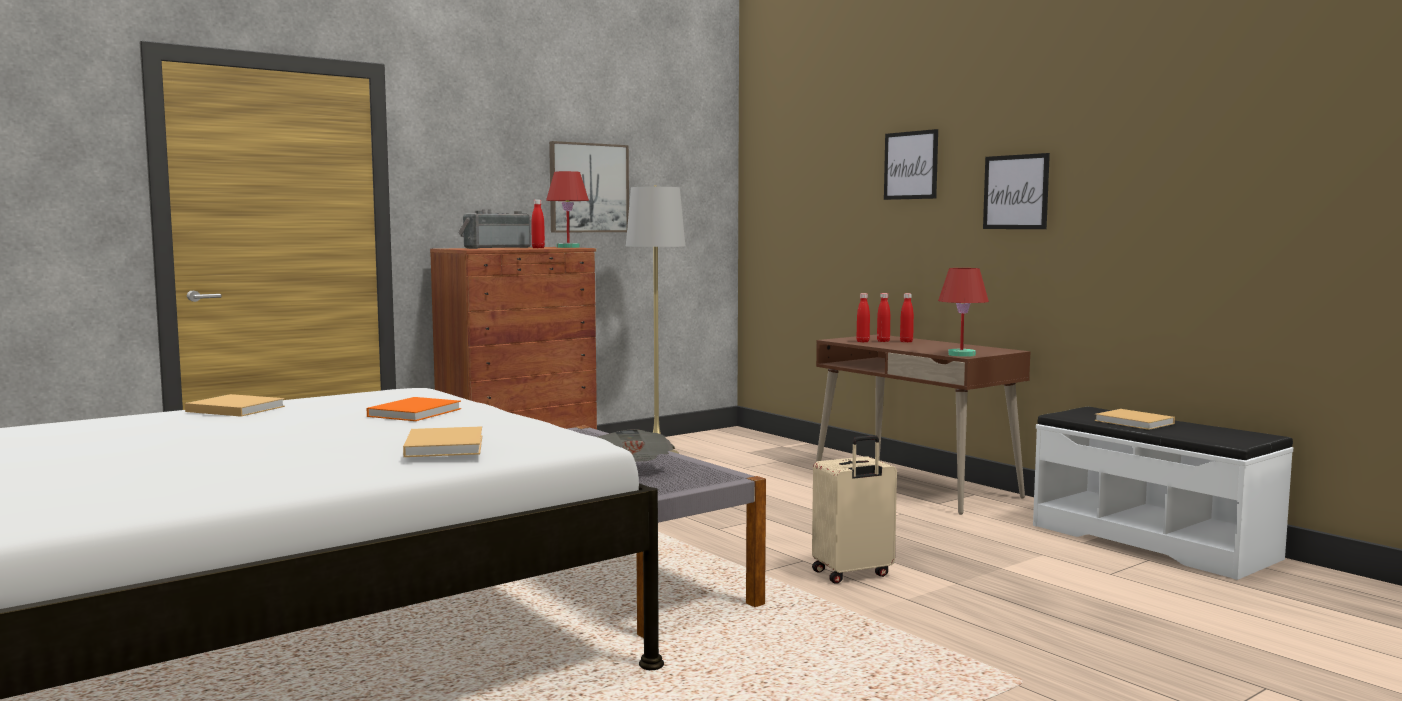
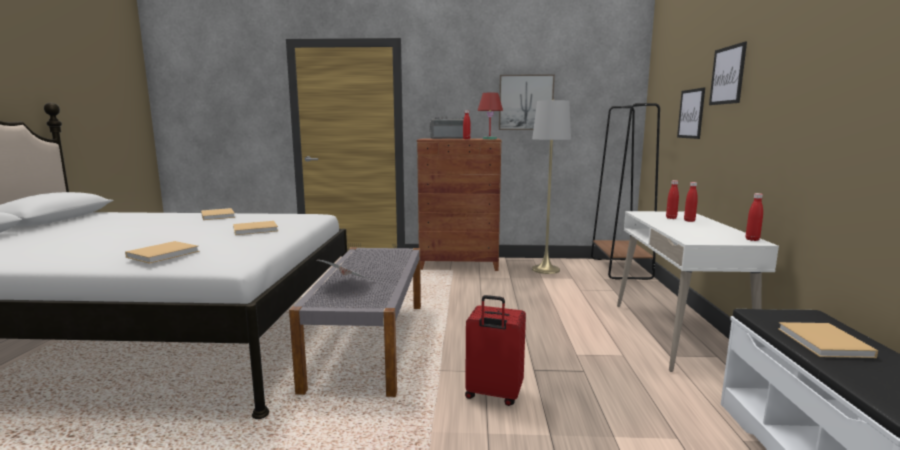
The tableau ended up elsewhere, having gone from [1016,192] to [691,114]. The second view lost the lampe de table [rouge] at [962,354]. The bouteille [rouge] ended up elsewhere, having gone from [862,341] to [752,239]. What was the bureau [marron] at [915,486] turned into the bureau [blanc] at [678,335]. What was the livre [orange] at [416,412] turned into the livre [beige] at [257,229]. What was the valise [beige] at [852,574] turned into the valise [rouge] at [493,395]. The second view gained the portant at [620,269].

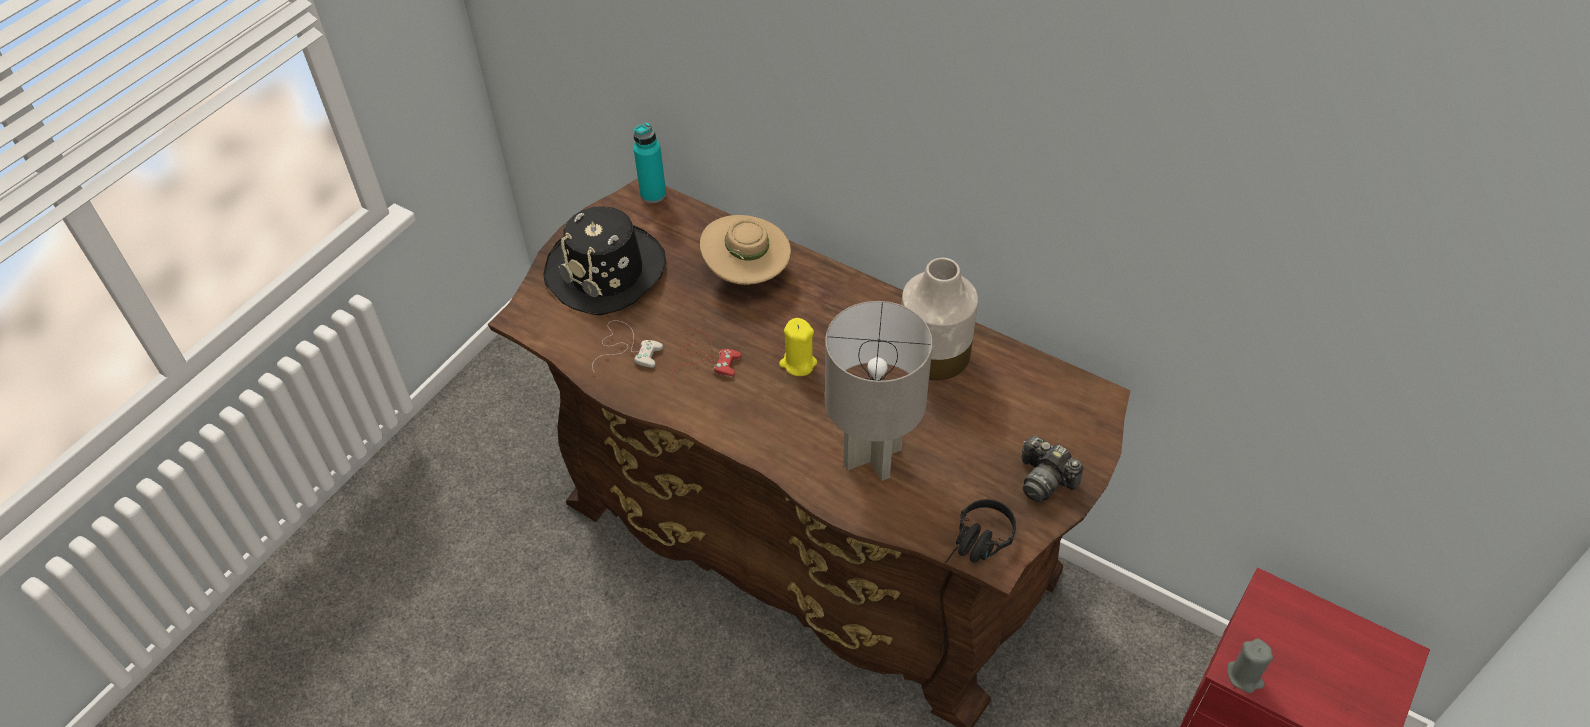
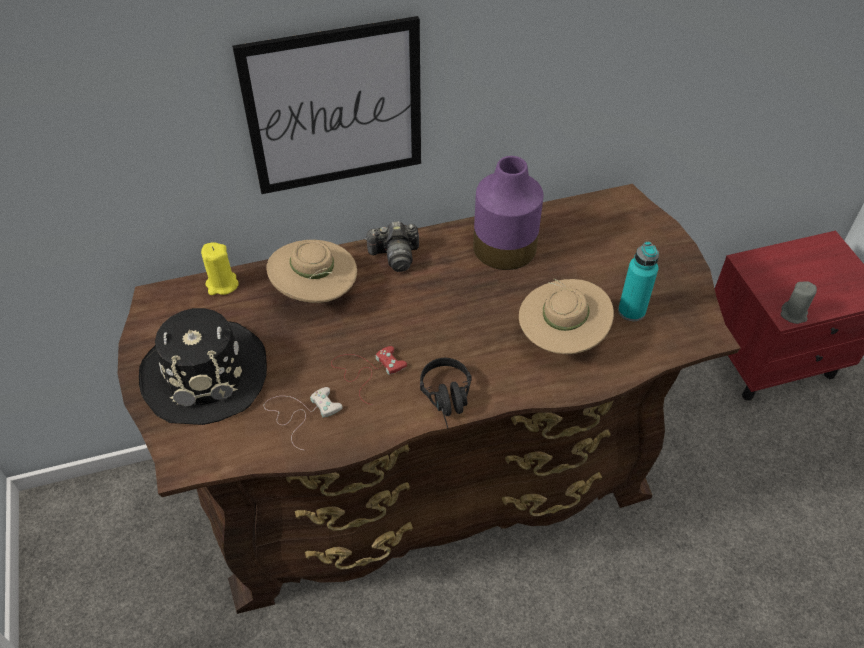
The bouteille [turquoise] ended up elsewhere, having gone from [653,194] to [631,311]. What was the vase [beige] at [933,352] turned into the vase [violet] at [504,247]. Where the lampe de table [gris] stood at [873,455], the chapeau [beige] came to stand at [561,337]. The bougie [jaune] ended up elsewhere, having gone from [798,363] to [222,284]. The appareil photo ended up elsewhere, having gone from [1044,479] to [395,255]. The casque audio [noir] ended up elsewhere, having gone from [978,545] to [448,400]. The second view gained the tableau at [334,108].

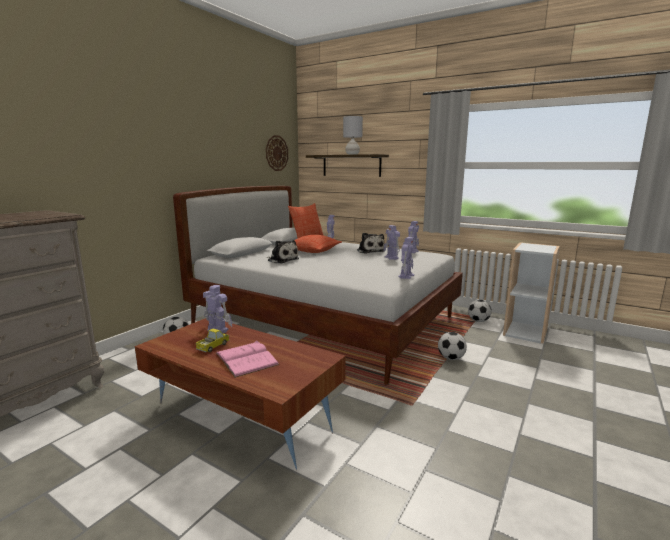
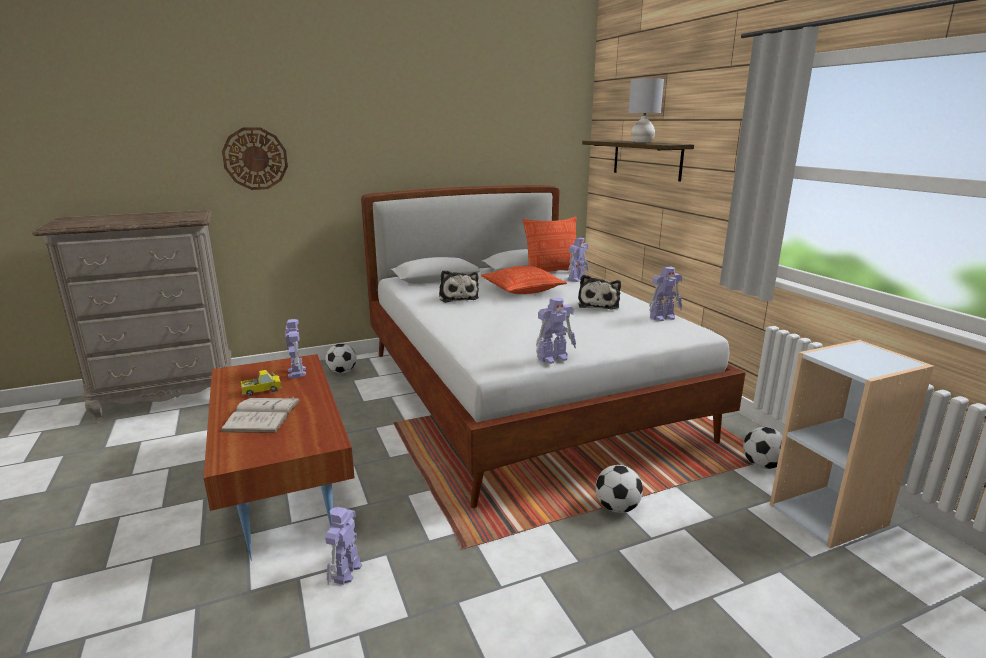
The horloge murale ended up elsewhere, having gone from [276,153] to [255,158]. The robot jouet ended up elsewhere, having gone from [391,258] to [345,572]. What was the livre [rose] at [246,359] turned into the livre [blanc] at [262,415].

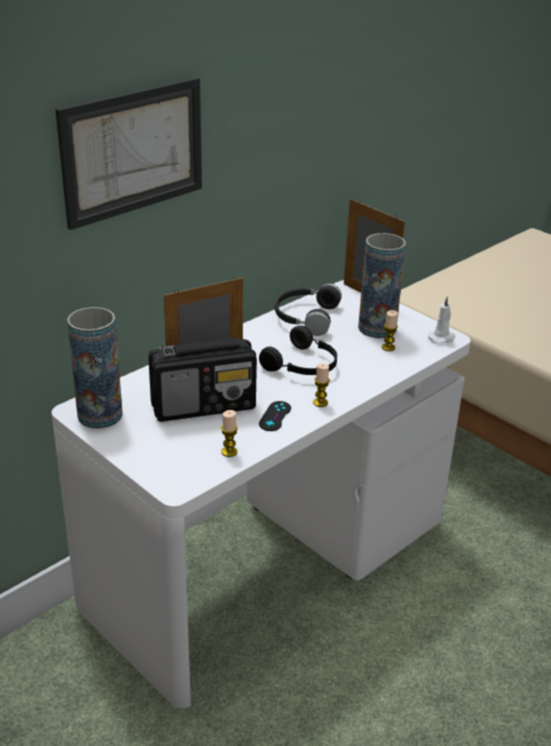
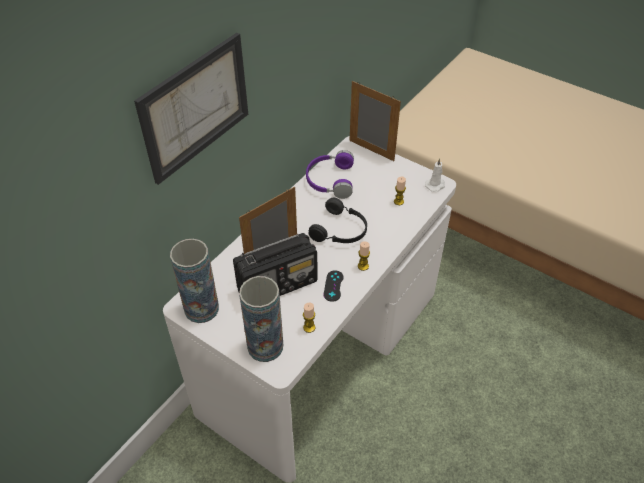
The vase ended up elsewhere, having gone from [377,328] to [265,346]. What was the casque audio [noir] at [305,317] turned into the casque audio [violet] at [329,180].

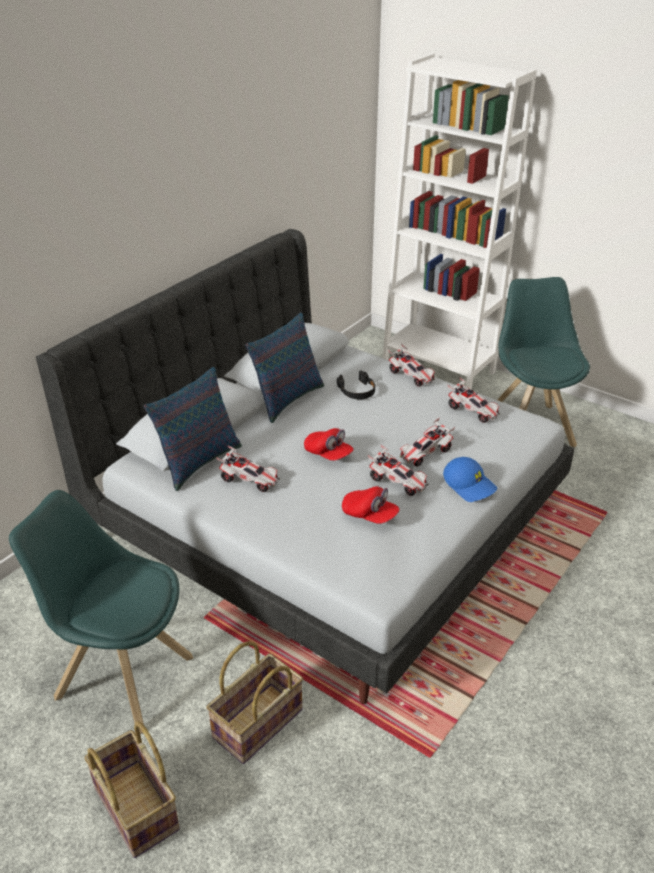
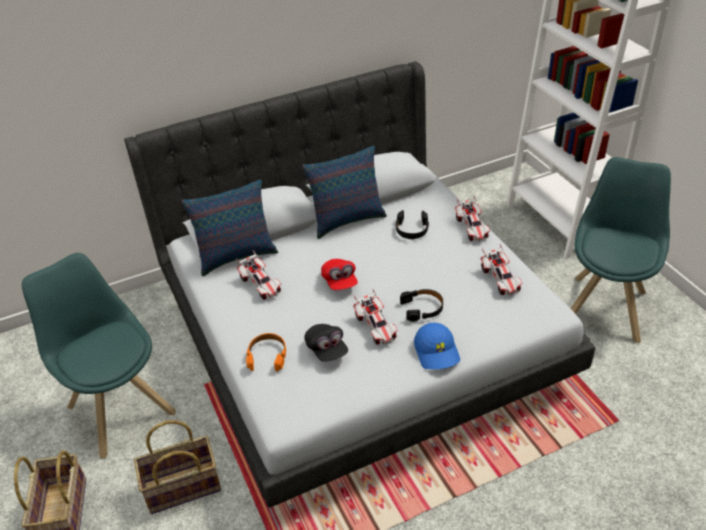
Where the petite voiture stood at [425,454], the casque audio [noir] came to stand at [422,308]. What was the casquette [rouge] at [369,515] turned into the casquette [noir] at [326,350]. The second view gained the casque audio [orange] at [267,356].

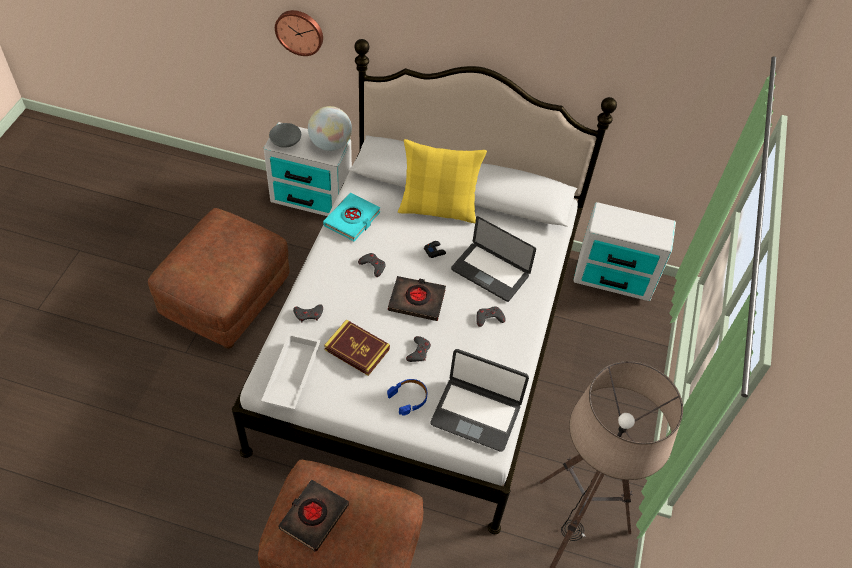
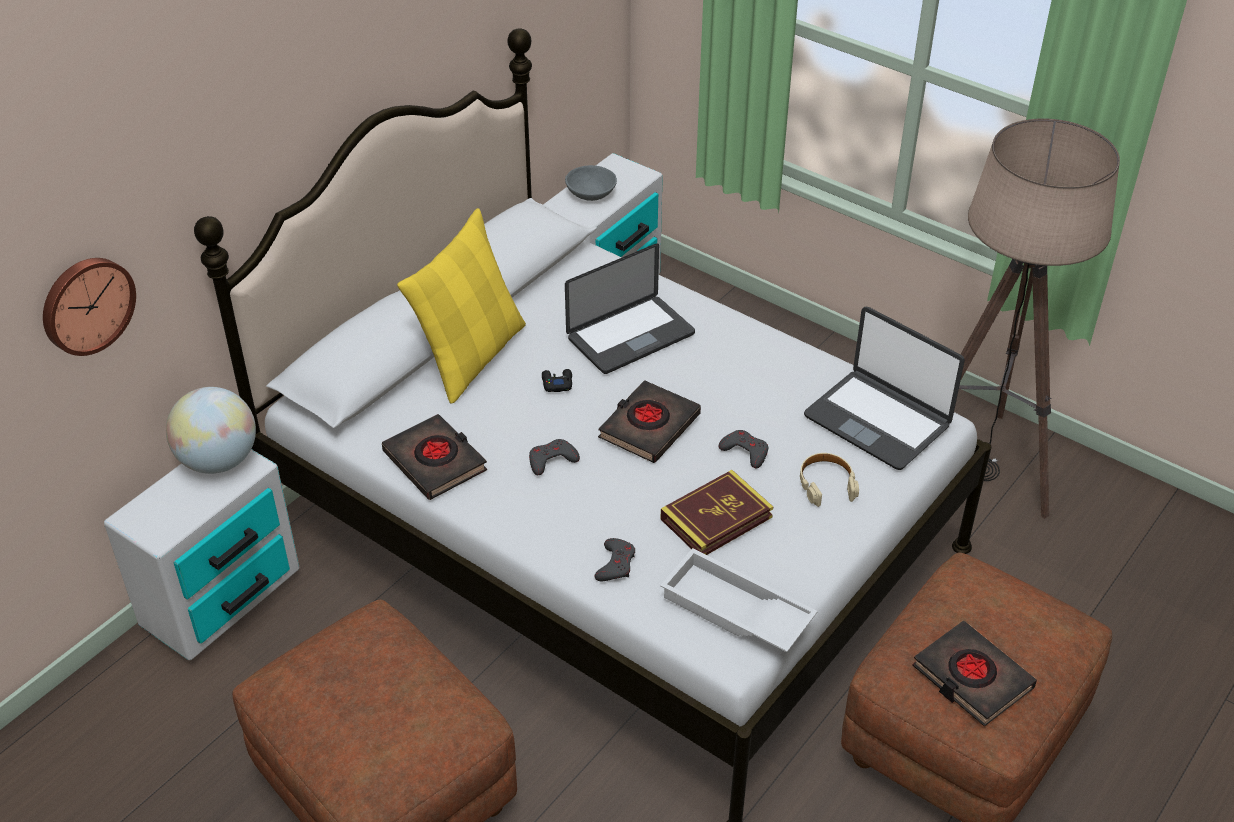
The bol [gris] ended up elsewhere, having gone from [286,142] to [591,194]. What was the livre [turquoise] at [352,219] turned into the livre [noir] at [435,462]. The second view lost the manette [gris] at [489,318]. The ordinateur portable at [476,414] ended up facing another way, 90 degrees clockwise from before. What was the casque audio [bleu] at [409,398] turned into the casque audio [beige] at [826,484].

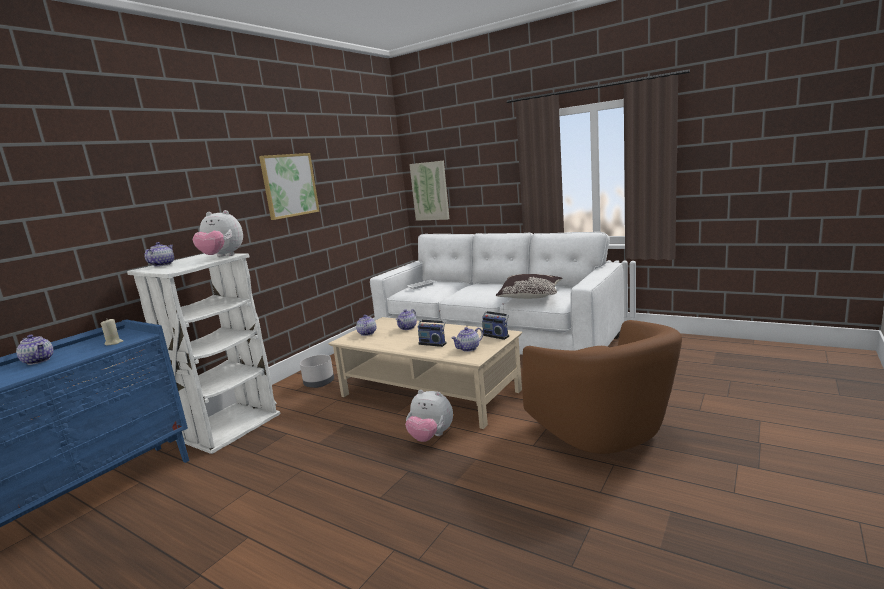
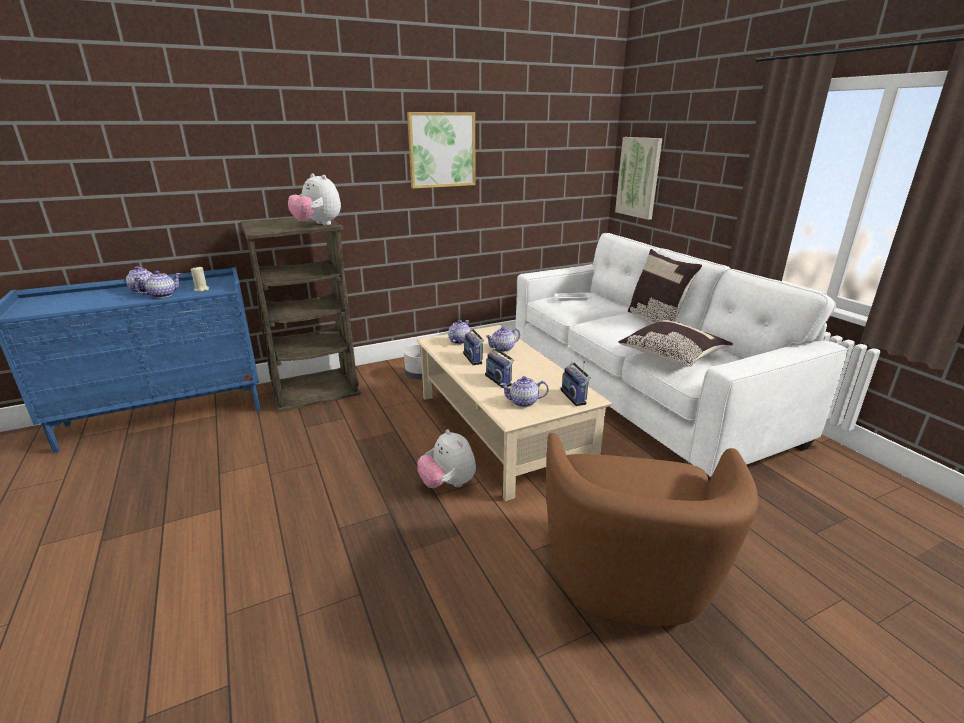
The théière ended up elsewhere, having gone from [162,265] to [162,295]. What was the bibliothèque [blanc] at [228,426] turned into the bibliothèque [marron] at [315,389]. The second view gained the coussin at [656,321]. The second view gained the radio at [474,358].

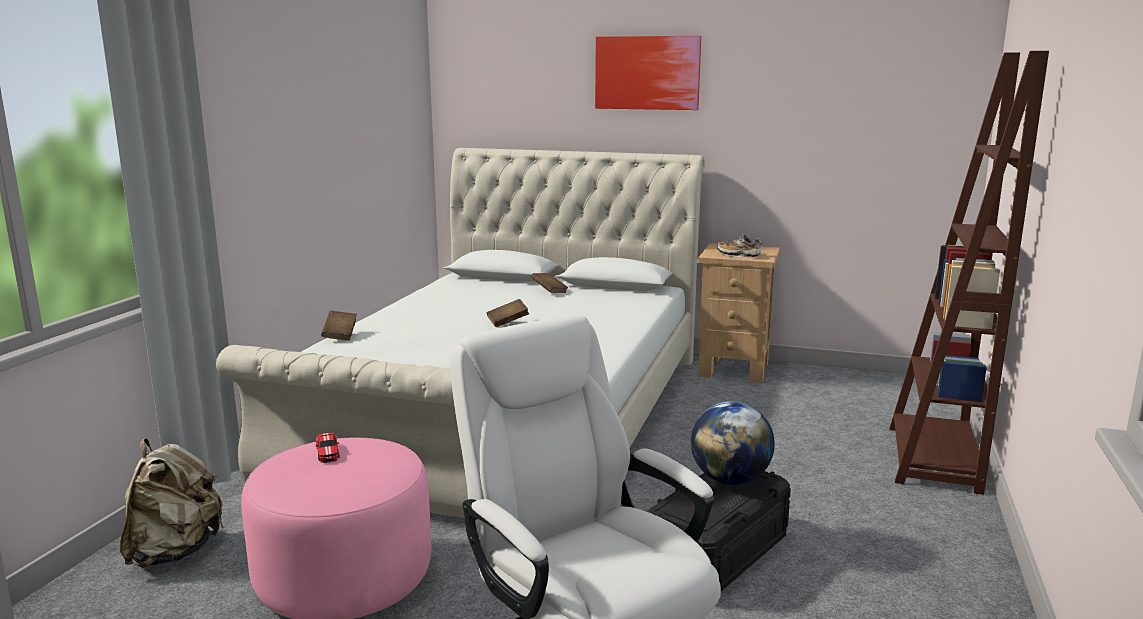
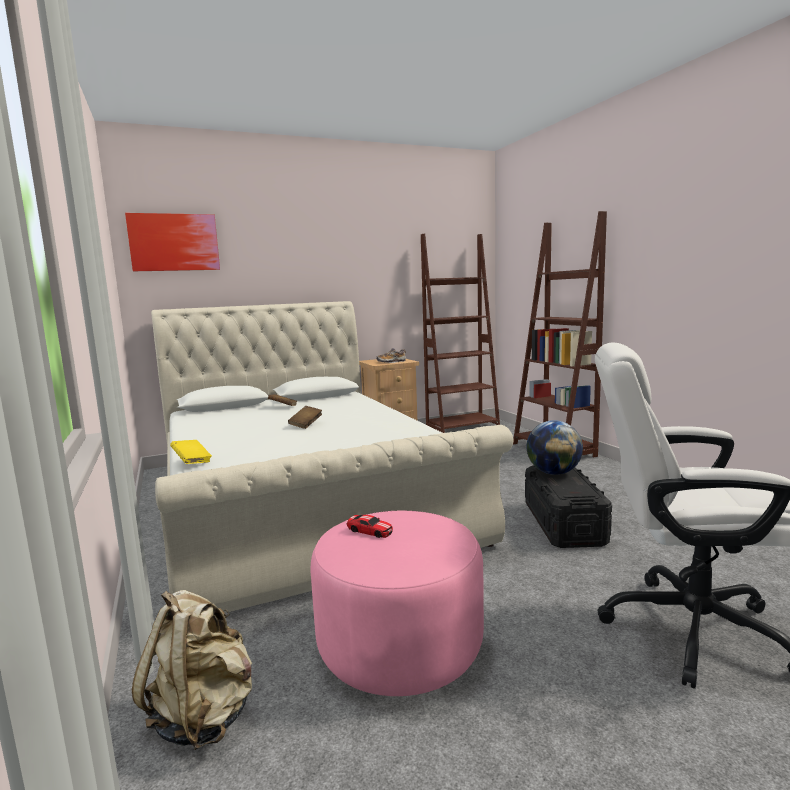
The tableau ended up elsewhere, having gone from [647,73] to [174,242]. What was the livre [marron] at [340,335] turned into the livre [jaune] at [192,461]. The second view gained the bibliothèque [marron] at [462,428].

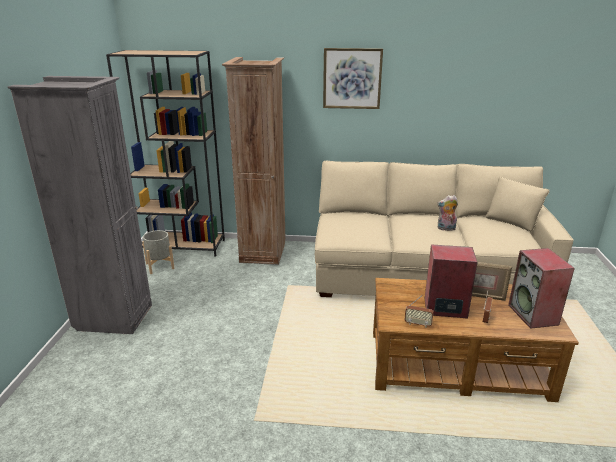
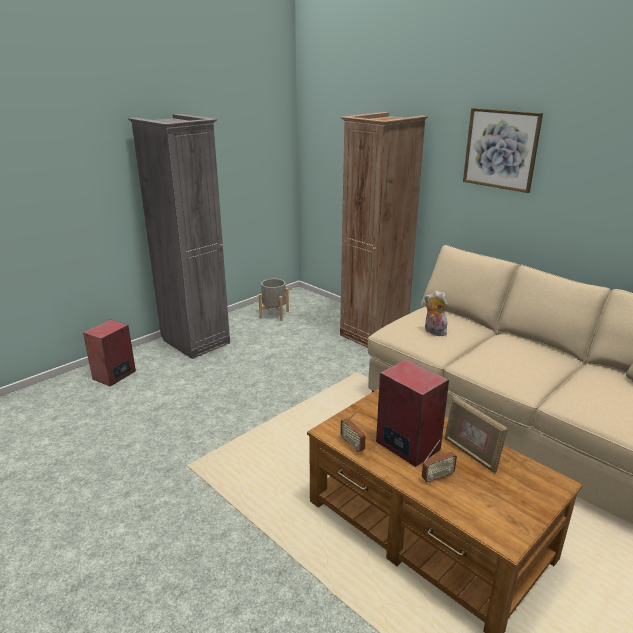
The second view lost the bibliothèque at [183,246]. The peluche ended up elsewhere, having gone from [446,229] to [433,332]. The enceinte ended up elsewhere, having gone from [533,315] to [114,375].

